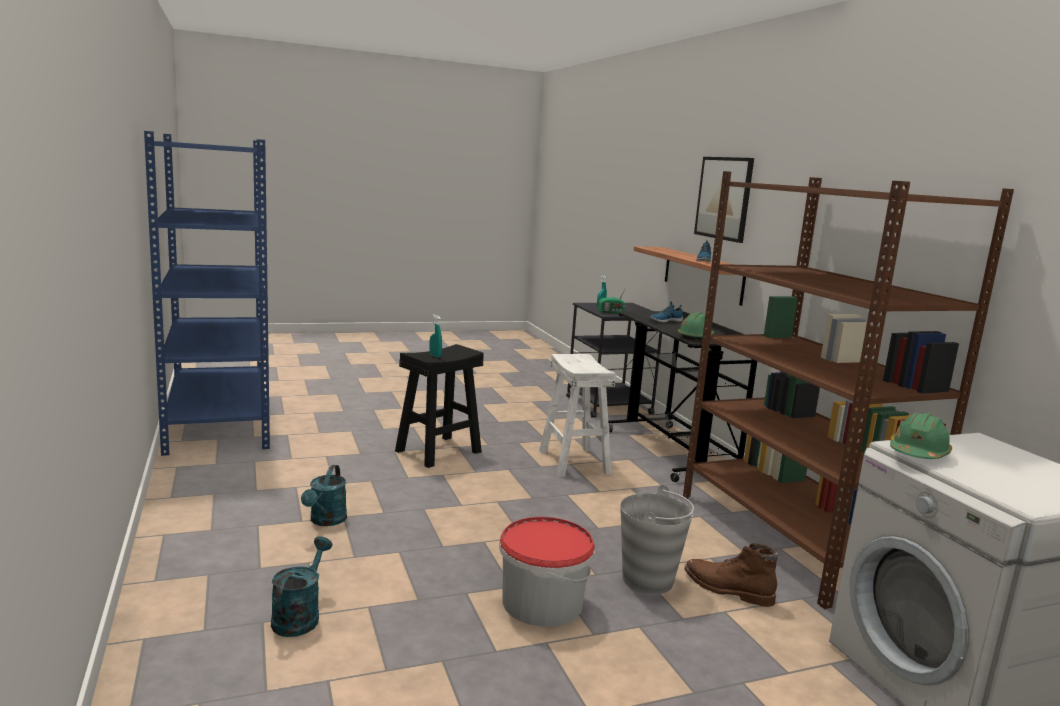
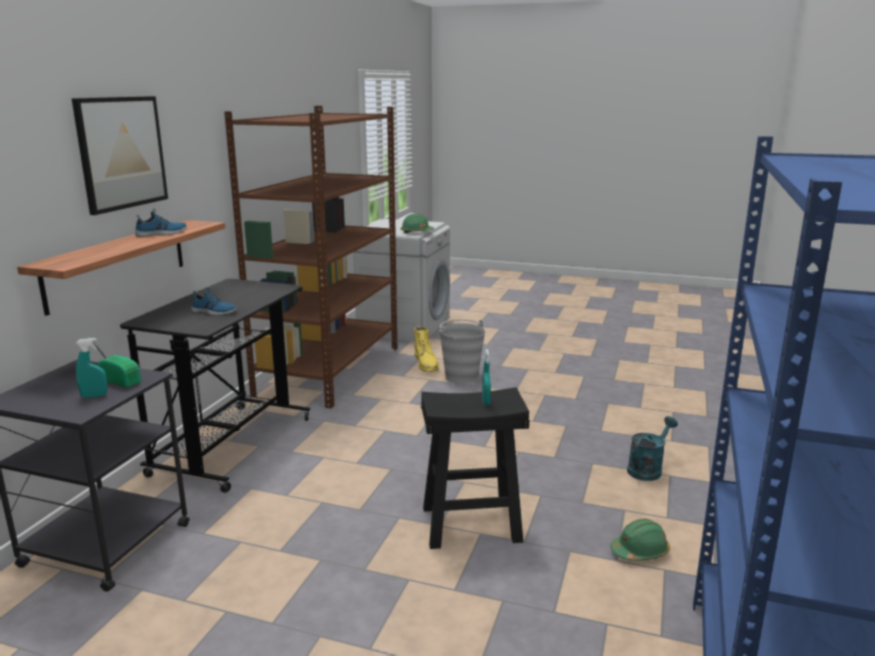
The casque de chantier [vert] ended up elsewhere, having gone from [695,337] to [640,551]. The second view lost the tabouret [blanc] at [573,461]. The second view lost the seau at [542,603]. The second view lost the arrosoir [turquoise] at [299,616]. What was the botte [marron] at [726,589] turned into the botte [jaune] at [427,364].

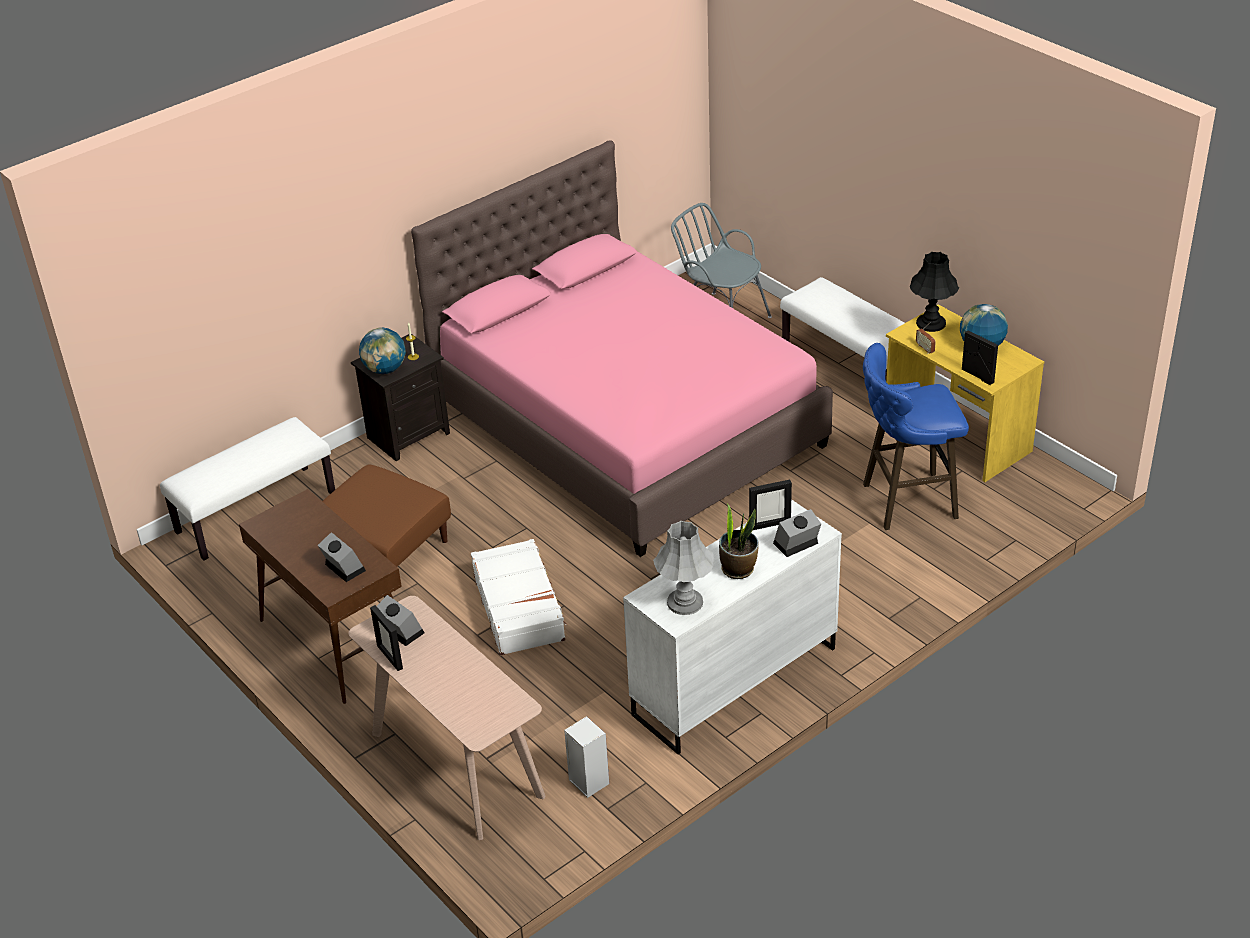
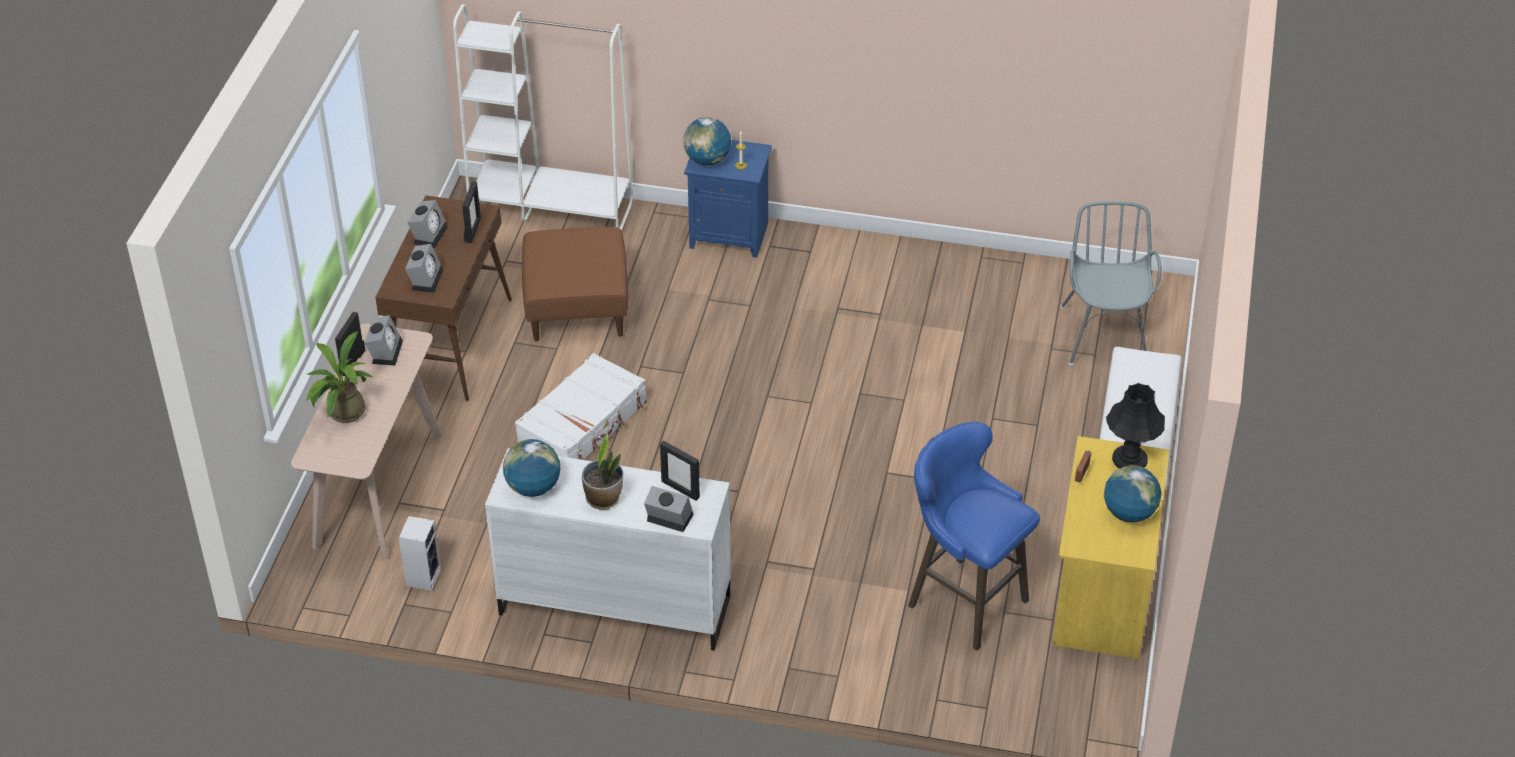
The second view lost the lit [rose] at [627,423]. The cadre photo ended up elsewhere, having gone from [977,376] to [472,230]. What was the table de chevet [noir] at [408,434] turned into the table de chevet [bleu] at [730,234]. Where the banc [blanc] stood at [256,512], the portant [blanc] came to stand at [552,209]. Where the lampe de table [gris] stood at [685,602], the globe came to stand at [533,487]. The second view gained the réveil at [429,234]. The second view gained the plante en pot at [342,414].

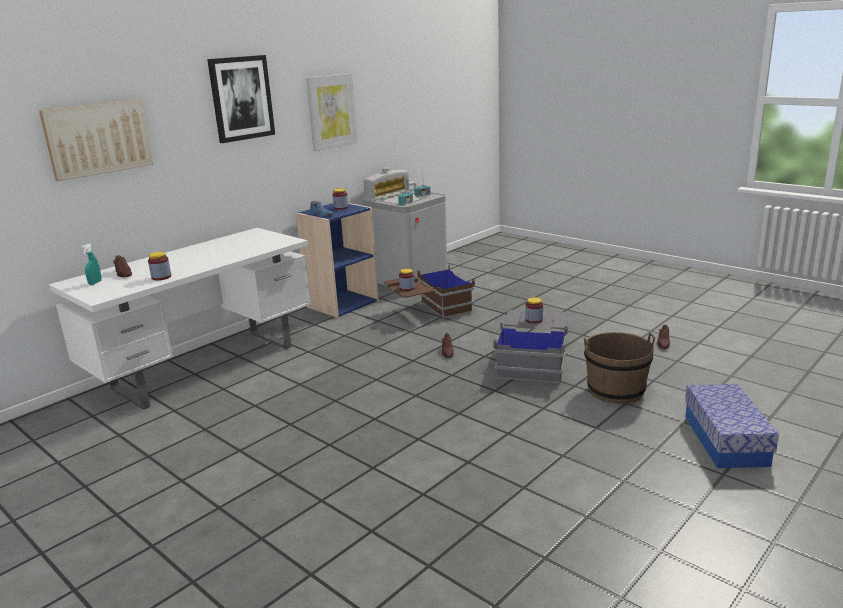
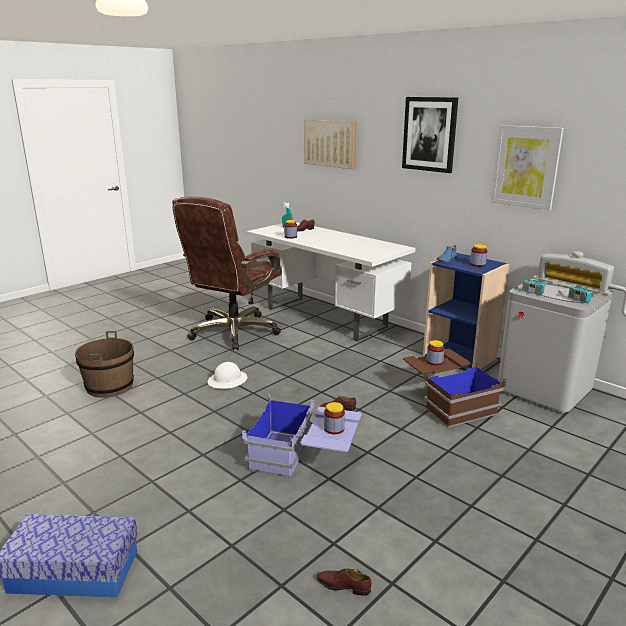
What was the boîte de rangement [gris] at [533,361] turned into the boîte de rangement [bleu] at [304,459]. The seau [marron] ended up elsewhere, having gone from [616,391] to [109,386]. The second view gained the chaise de bureau [marron] at [234,331]. The second view gained the casque de chantier [blanc] at [227,381].

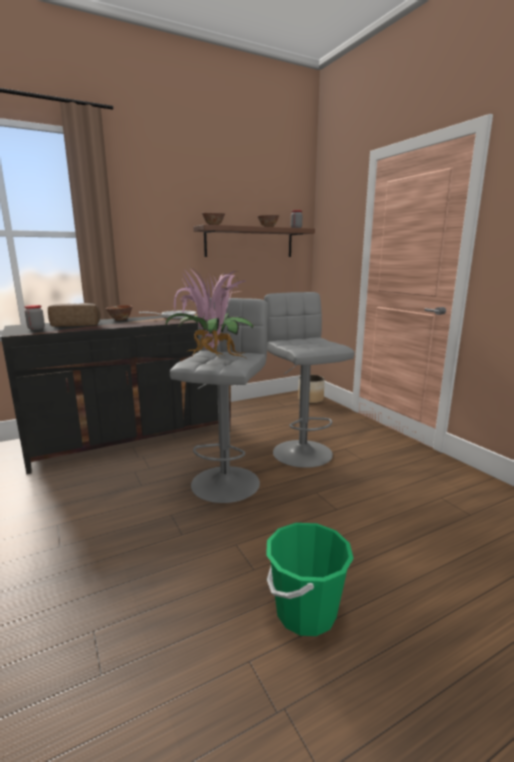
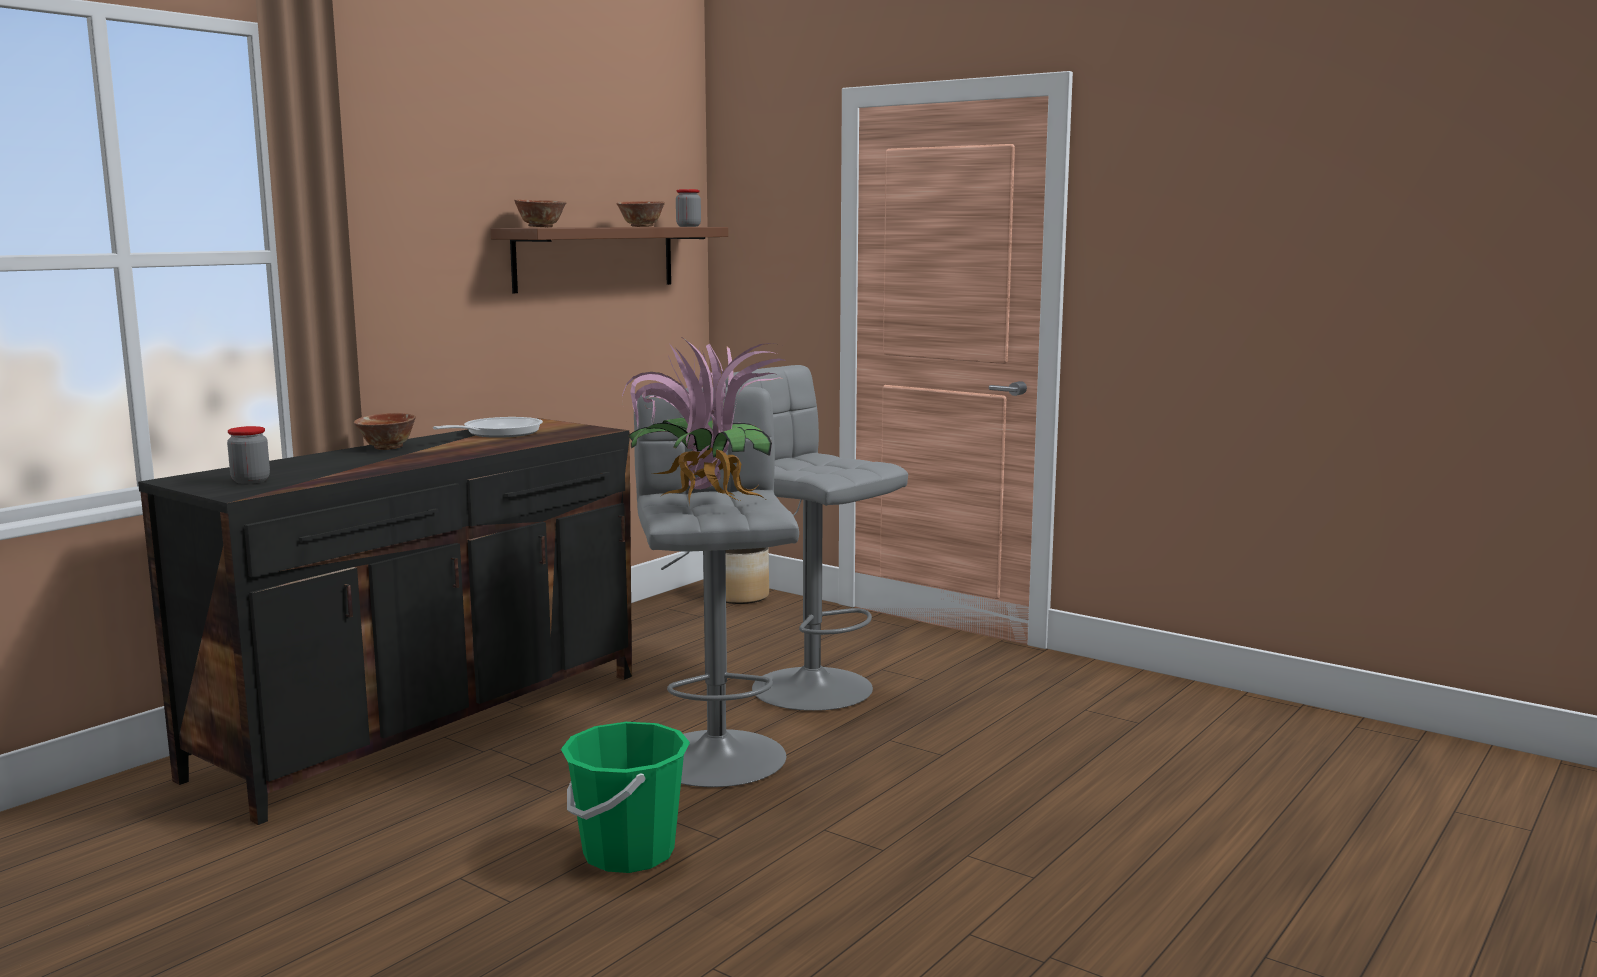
The second view lost the pain at [76,325]. The seau [vert] ended up elsewhere, having gone from [305,612] to [628,853].

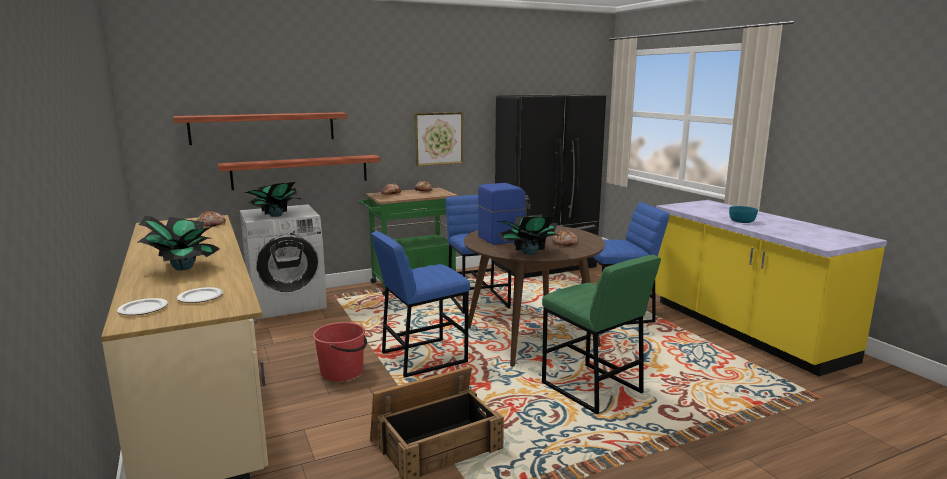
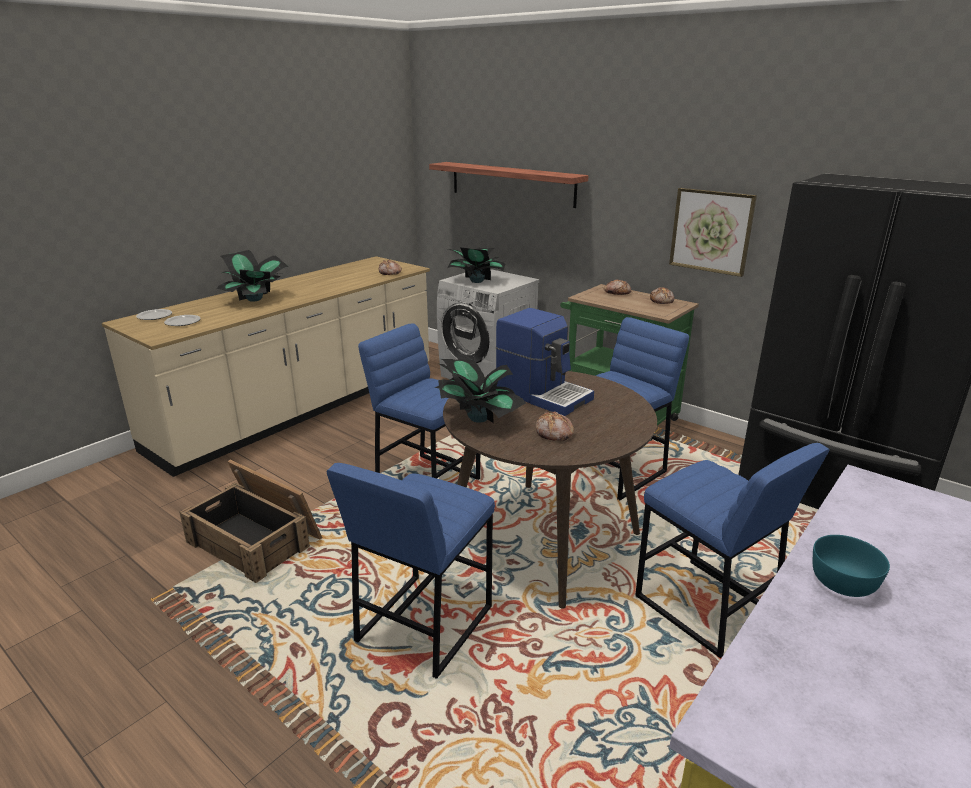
The second view lost the étagère at [301,172]. What was the chaise [vert] at [593,389] turned into the chaise [bleu] at [422,626]. The second view lost the seau [rouge] at [342,371].

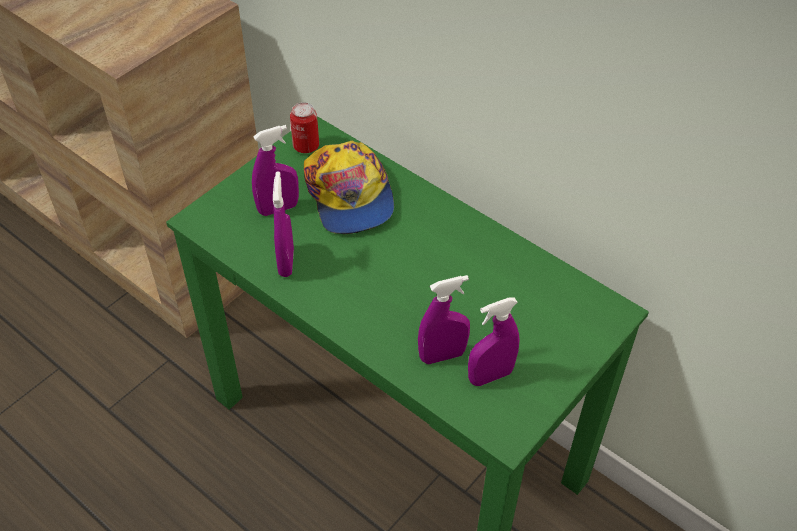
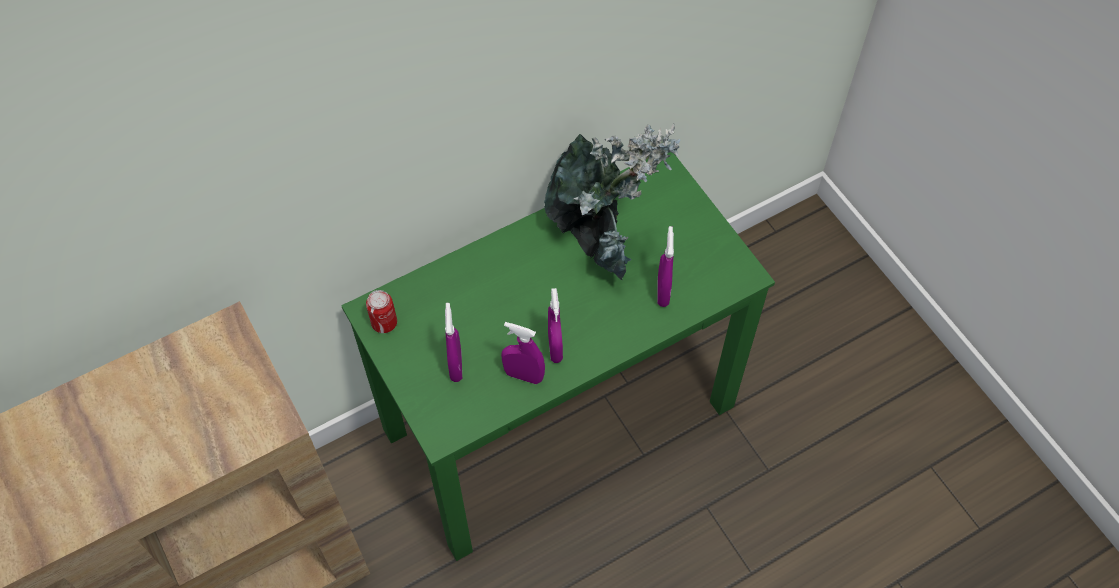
The second view lost the casquette at [349,196]. The vaporisateur [violet] ended up elsewhere, having gone from [490,376] to [555,347]. The second view gained the plante en pot at [601,239].

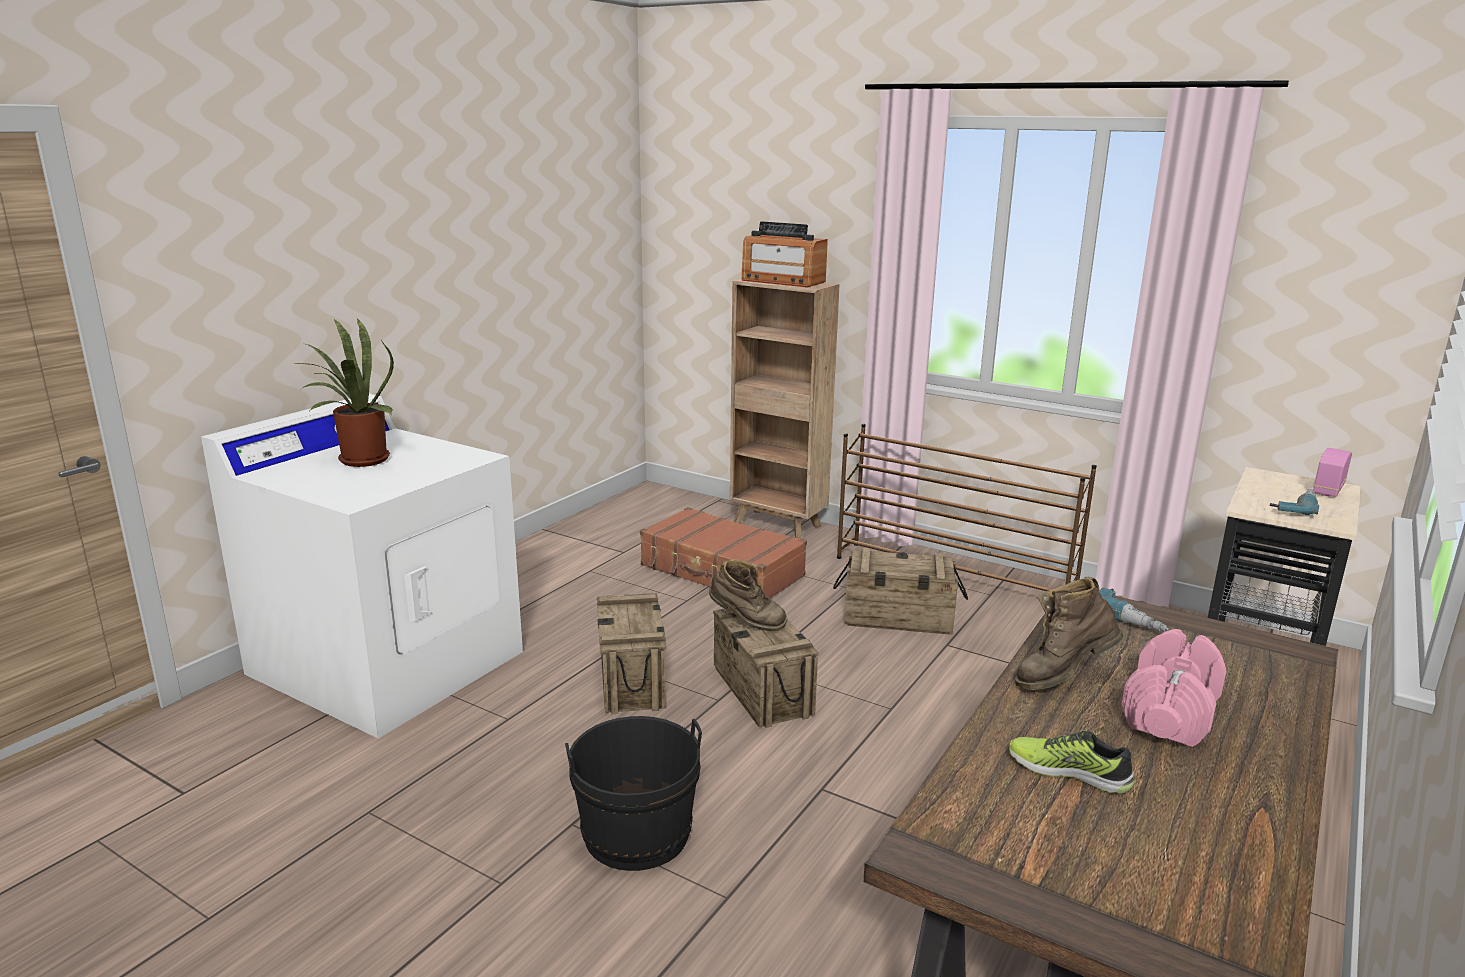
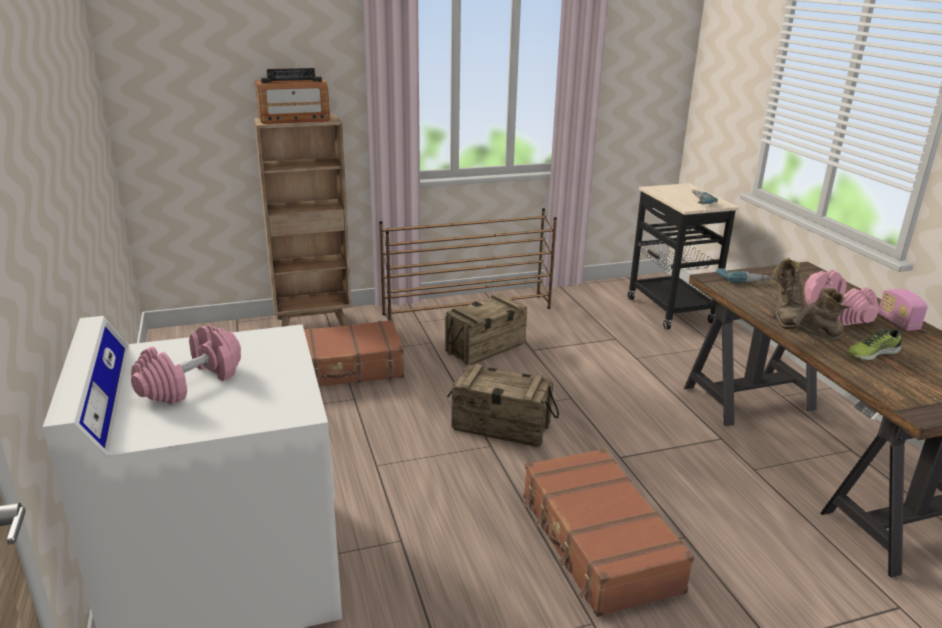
Where the plante en pot stood at [358,461], the haltère [rose] came to stand at [191,382]. The radio ended up elsewhere, having gone from [1328,489] to [898,322]. The botte [marron] ended up elsewhere, having gone from [746,622] to [817,341]. The second view lost the caisse at [632,679]. Where the seau [noir] stood at [637,835], the valise [marron] came to stand at [597,543].

